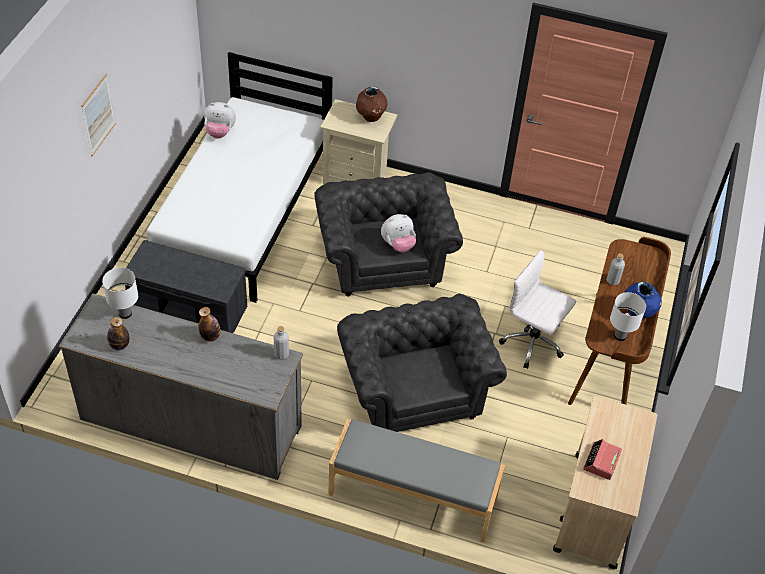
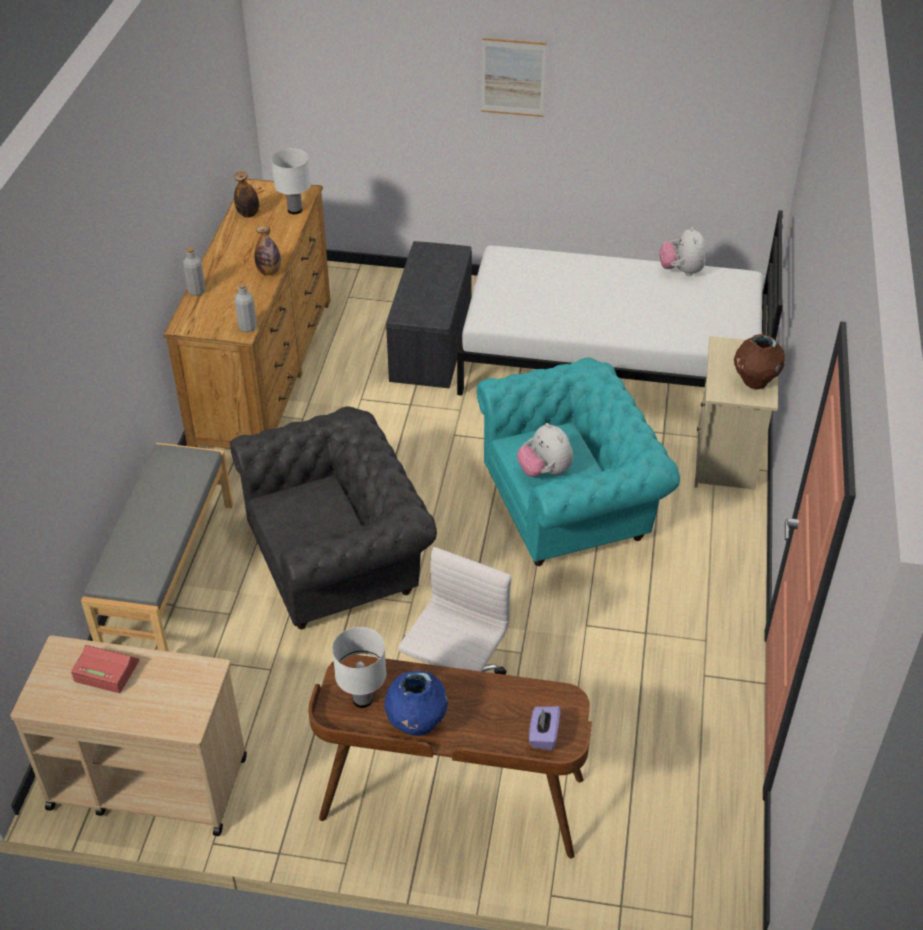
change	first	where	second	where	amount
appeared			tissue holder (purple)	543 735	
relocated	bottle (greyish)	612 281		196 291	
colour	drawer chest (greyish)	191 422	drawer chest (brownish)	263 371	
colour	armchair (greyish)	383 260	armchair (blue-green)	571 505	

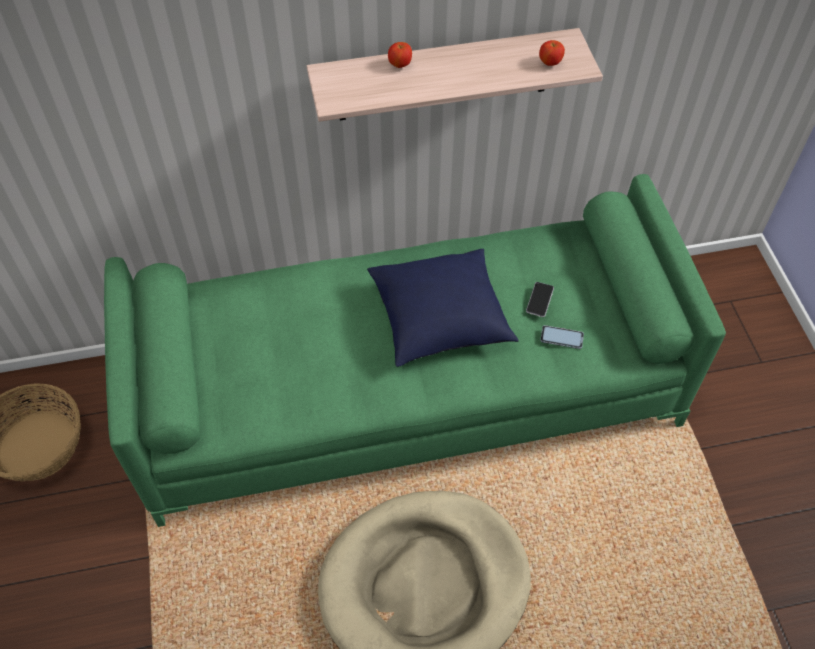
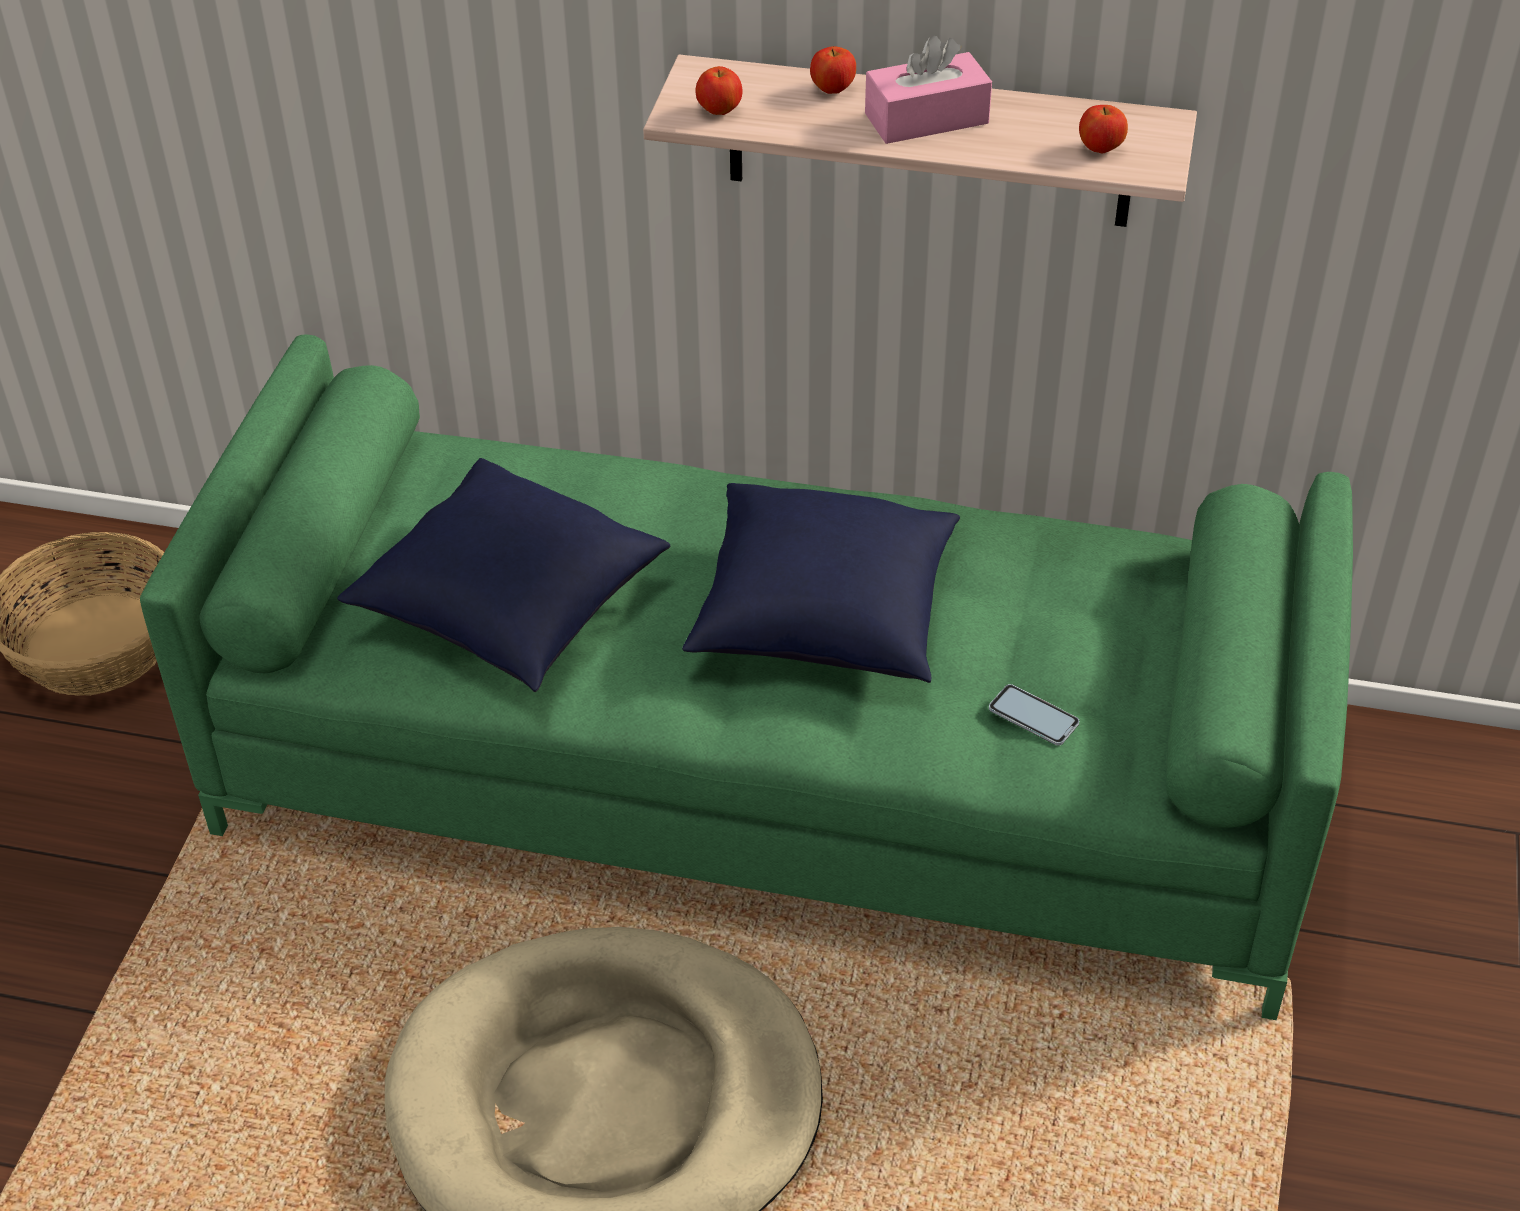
change	first	where	second	where	amount
missing	phone	540 300			
appeared			pillow (bluish)	509 607	
appeared			apple	719 111	
appeared			tissue holder (pink-coloured)	926 118	

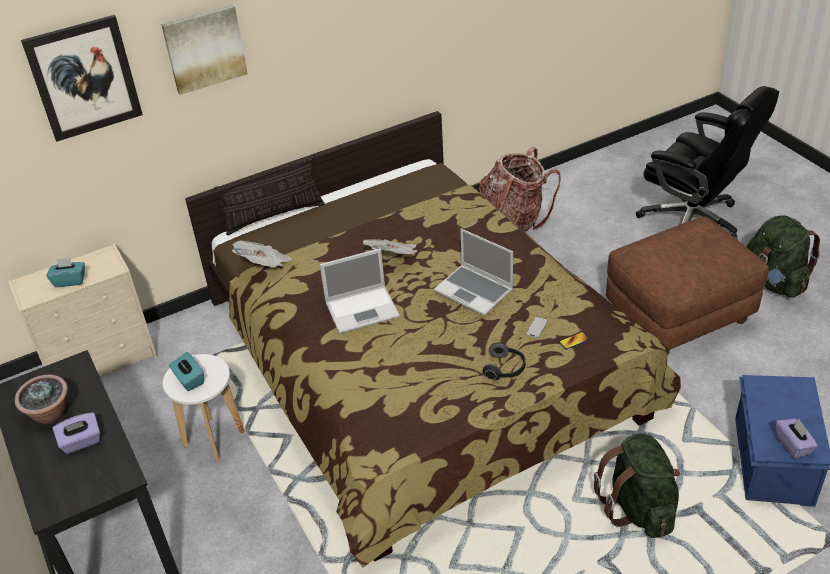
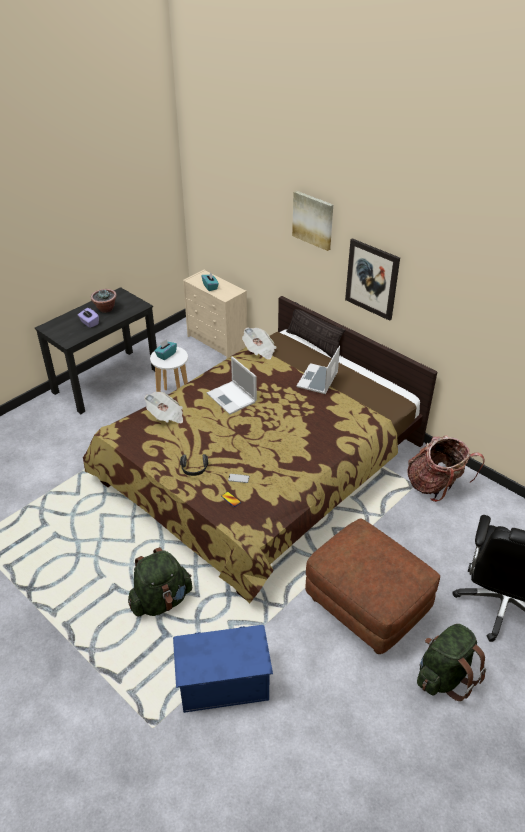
change	first	where	second	where	amount
missing	tissue holder (purple)	793 445			
relocated	wall picture	84 78		372 279	
relocated	daily paper	393 257		166 416	
relocated	notebook computer	475 291		318 380	

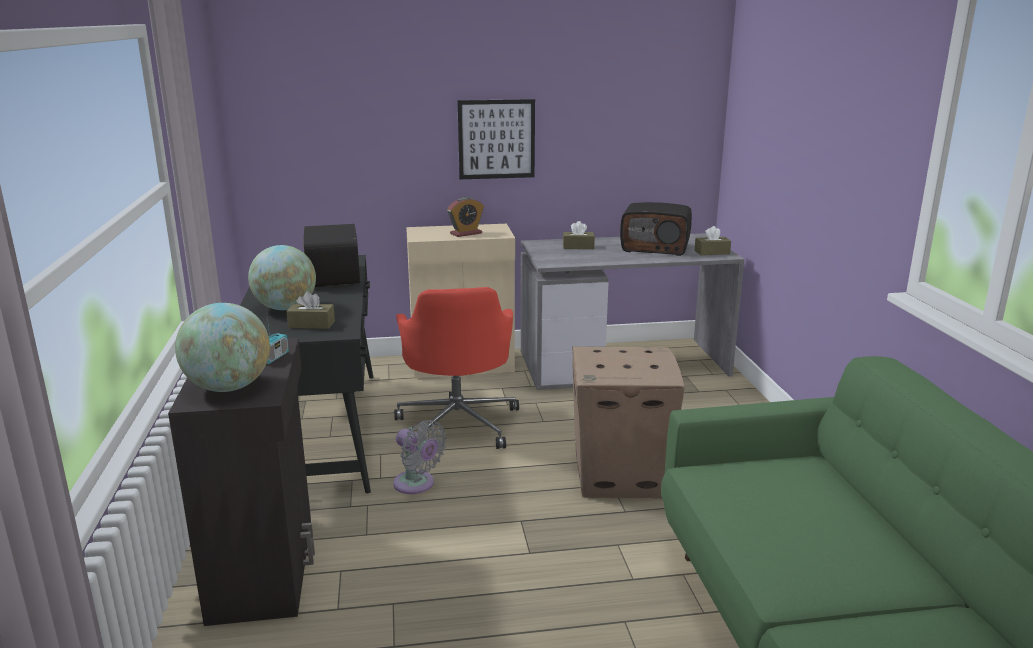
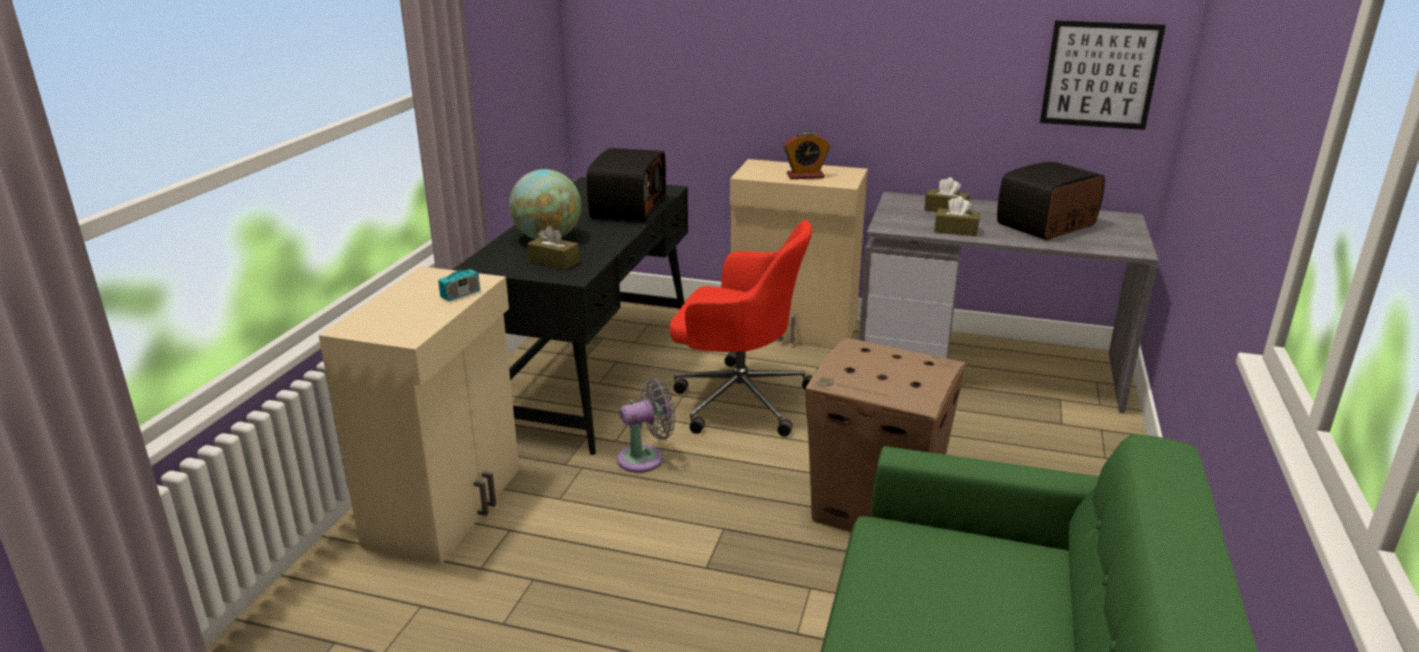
change	first	where	second	where	amount
missing	desk globe	229 387			
relocated	wall picture	496 139		1100 75	
relocated	tissue holder (brownish)	712 252		956 230	
colour	storage cabinet (blackish)	265 567	storage cabinet (beige-coloured)	447 505	
spun	cooling fan (greyish)	417 485		645 458	90 degrees counterclockwise
spun	office chair (red)	458 424		738 399	90 degrees counterclockwise
spun	radio receiver	655 247		1047 225	105 degrees clockwise

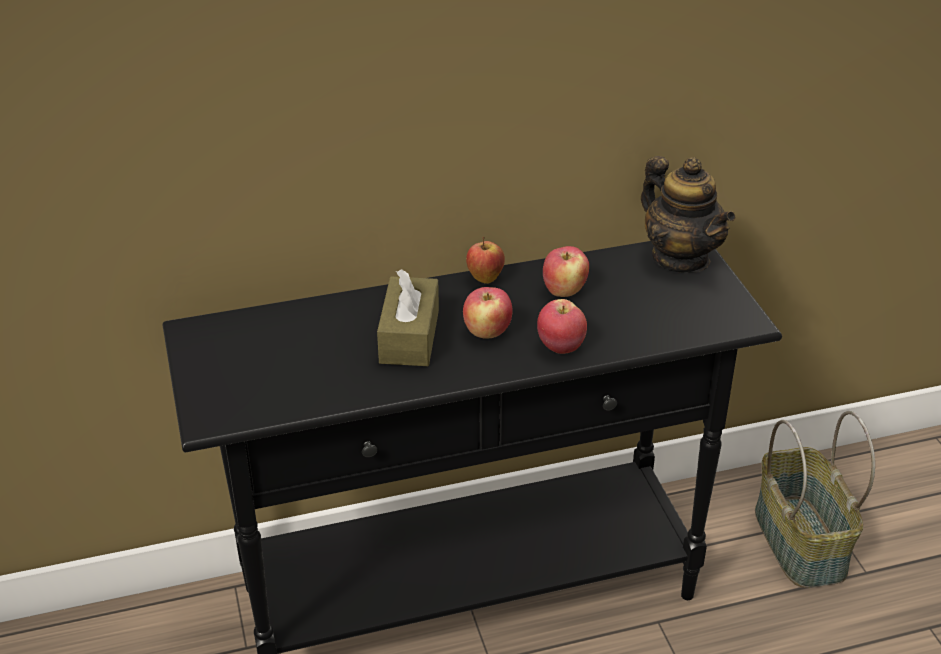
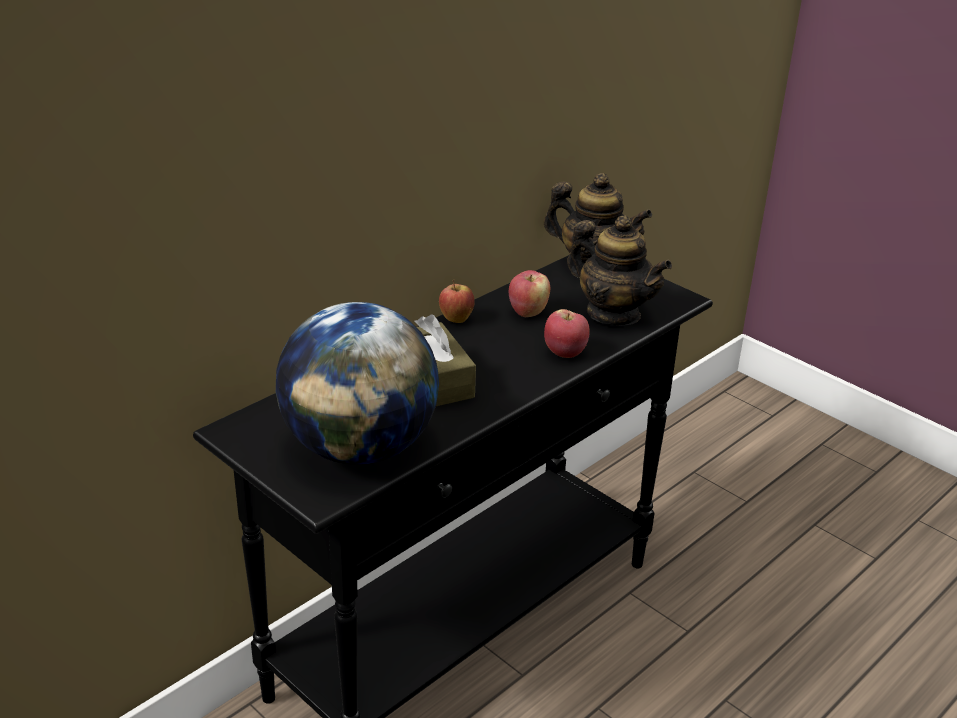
change	first	where	second	where	amount
missing	apple	487 332			
missing	storage basket	797 541			
appeared			desk globe	360 448	
appeared			pot for tea	613 314	

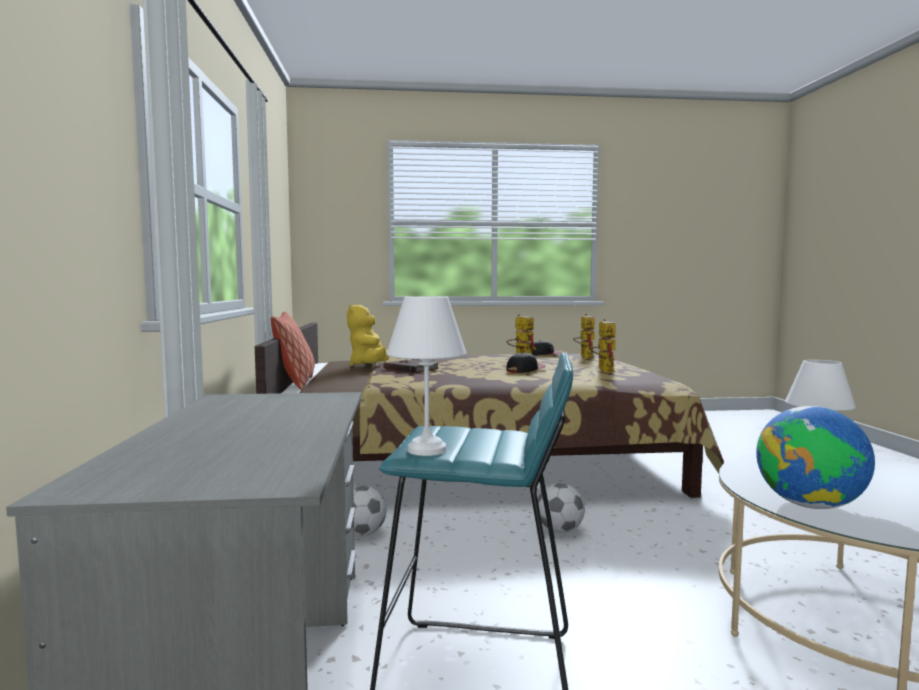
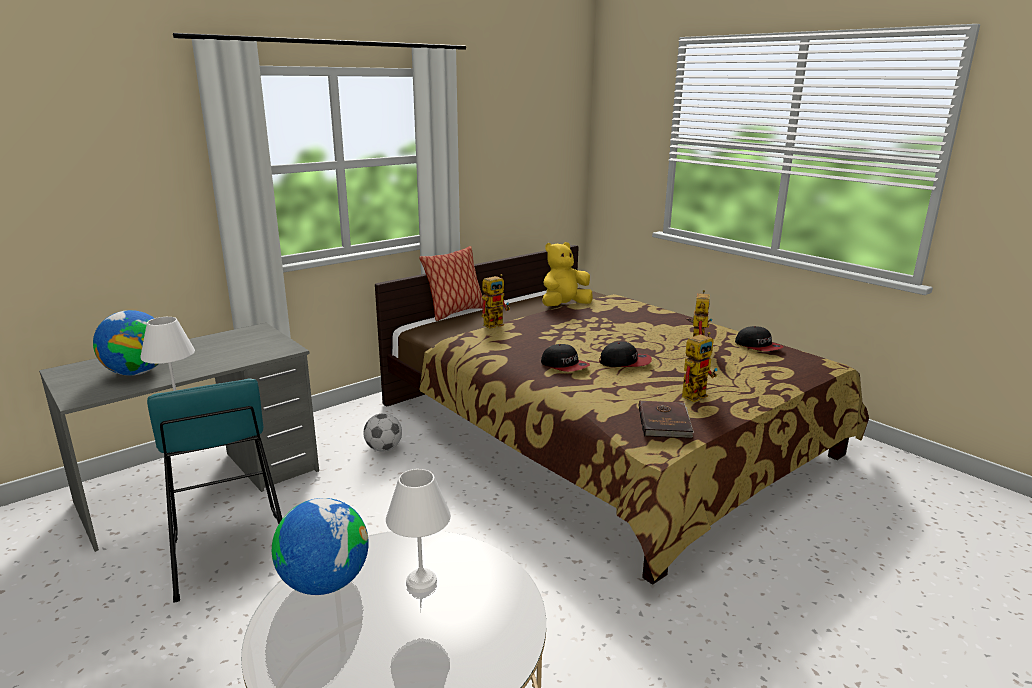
change	first	where	second	where	amount
missing	ball for football	560 530			
appeared			desk globe	137 372	
appeared			peaked cap	565 365	
relocated	book (brownish)	411 368		665 422	
relocated	toy robot	584 357		496 323	

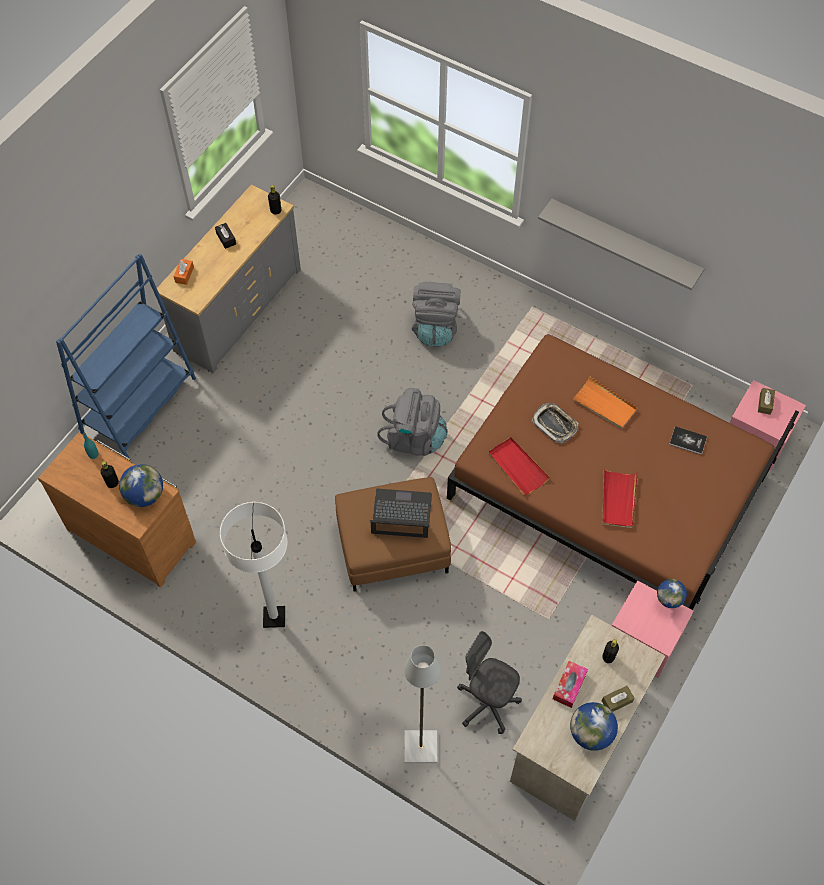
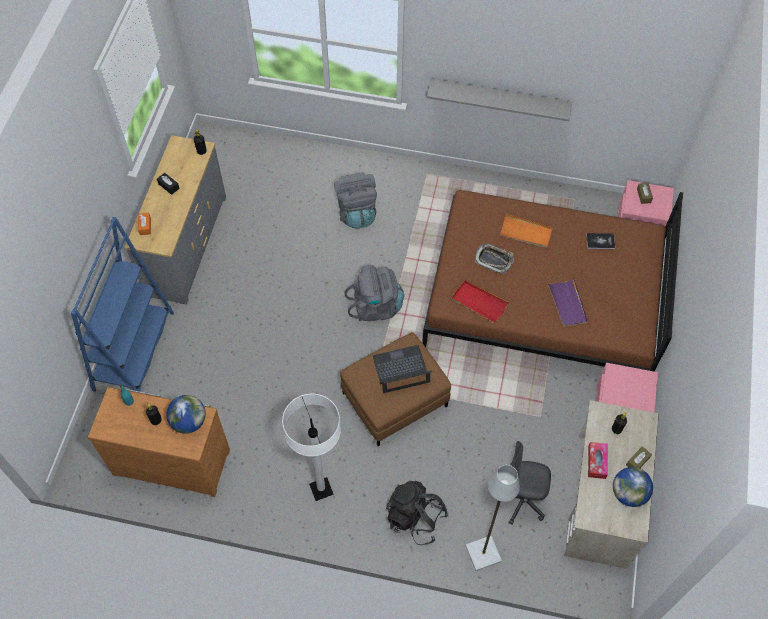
change	first	where	second	where	amount
missing	desk globe	667 604			
appeared			backpack (blackish)	415 518	
colour	tray (red)	618 500	tray (purple)	567 304	

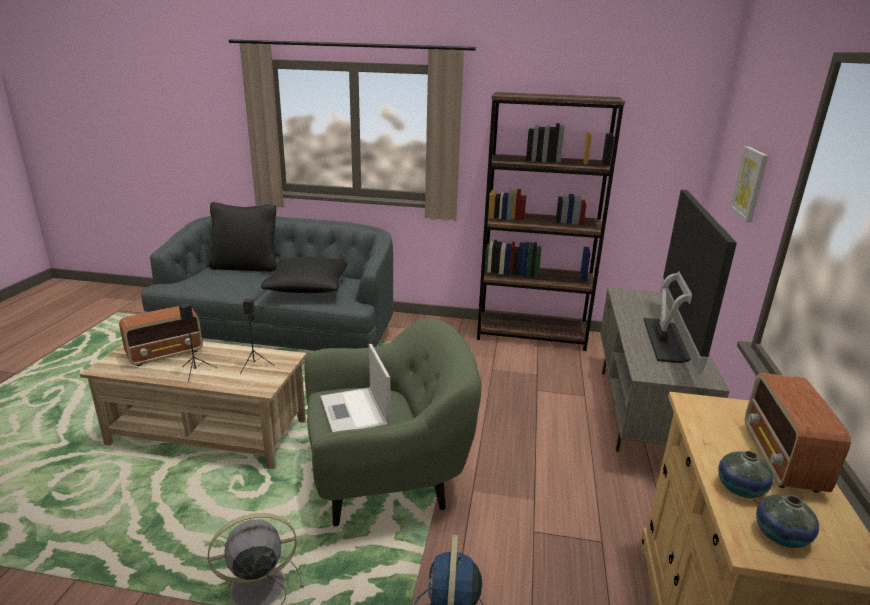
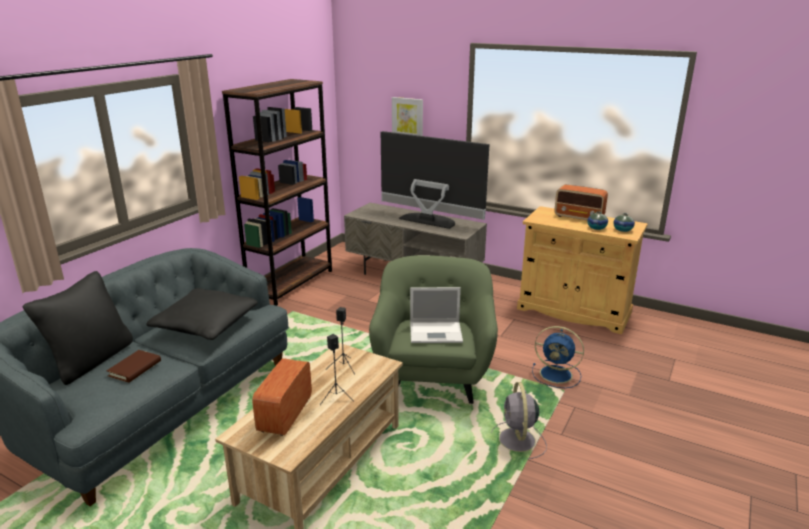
change	first	where	second	where	amount
appeared			book (brownish)	135 368	
spun	radio receiver	166 354		285 415	150 degrees counterclockwise

